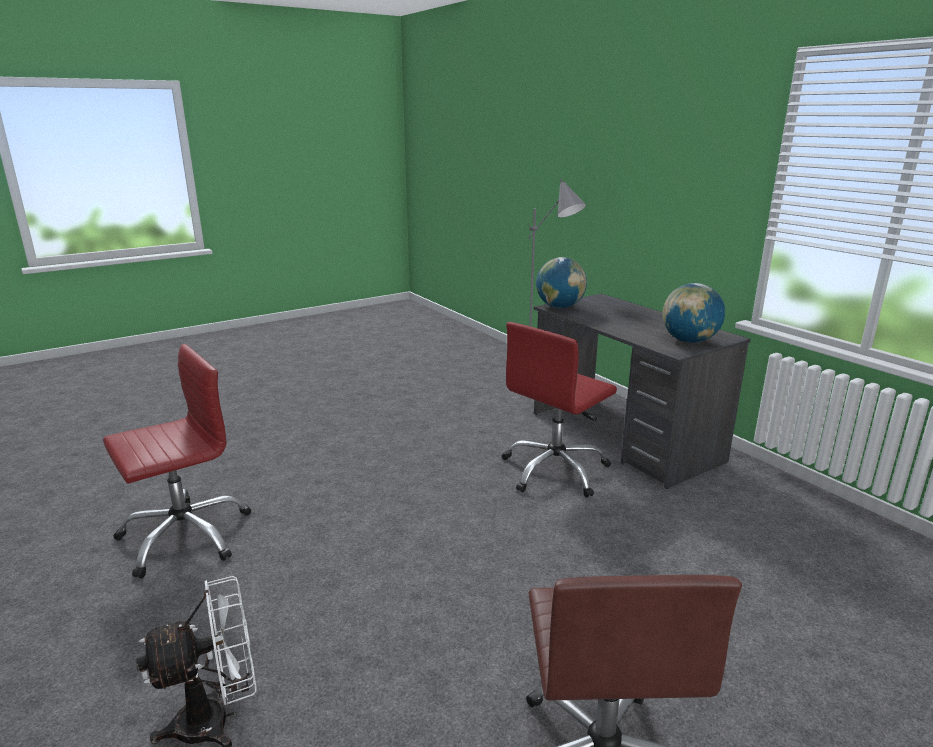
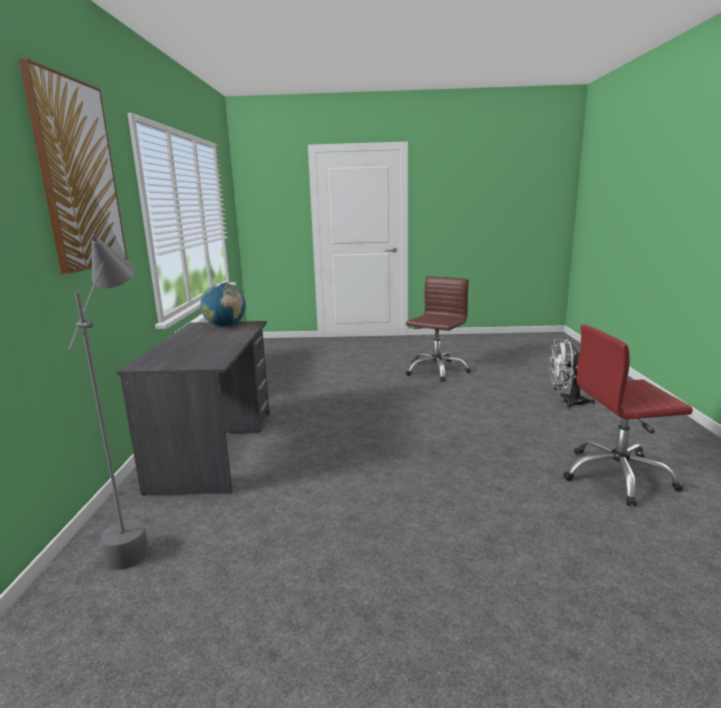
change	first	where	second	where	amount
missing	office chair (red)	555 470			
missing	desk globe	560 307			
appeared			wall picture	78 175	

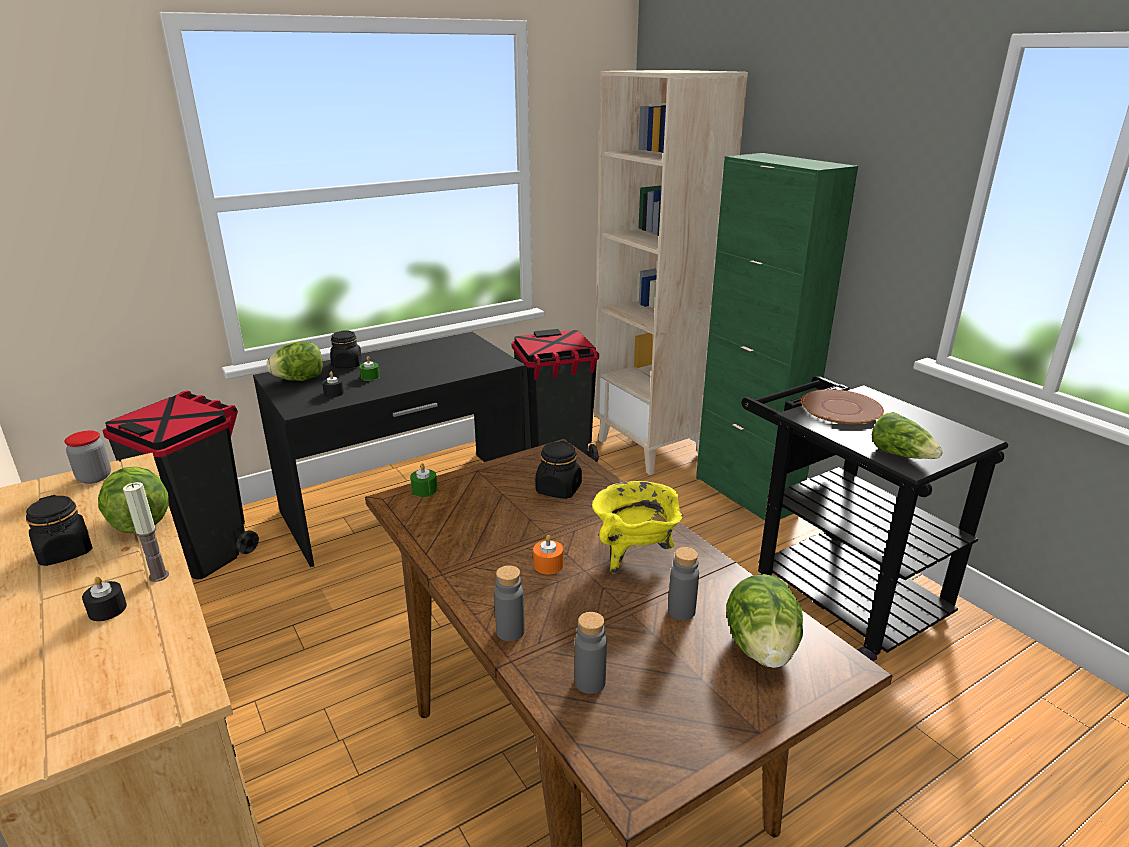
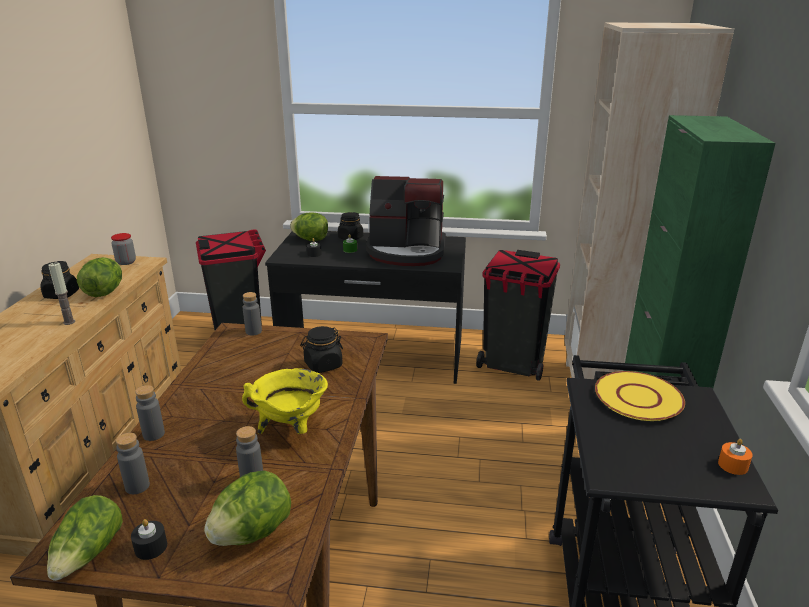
change	first	where	second	where	amount
appeared			coffee maker	407 251	
relocated	candle (blackish)	107 609		151 547	
relocated	candle (orangey)	548 565		733 465	
relocated	head of lettuce	901 455		89 554	
exchanged	candle (green-coloured)	424 490	bottle (greyish)	253 331	
colour	plate (brownish)	841 409	plate (yellowish)	638 398	

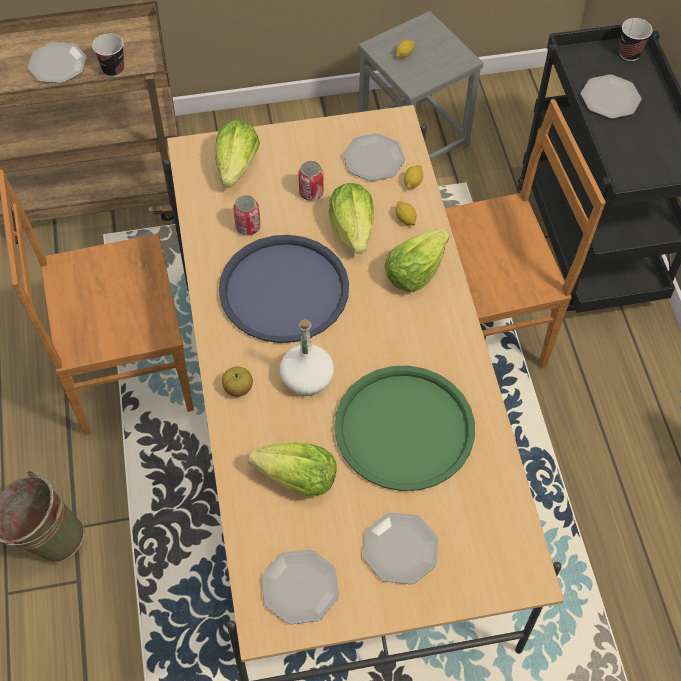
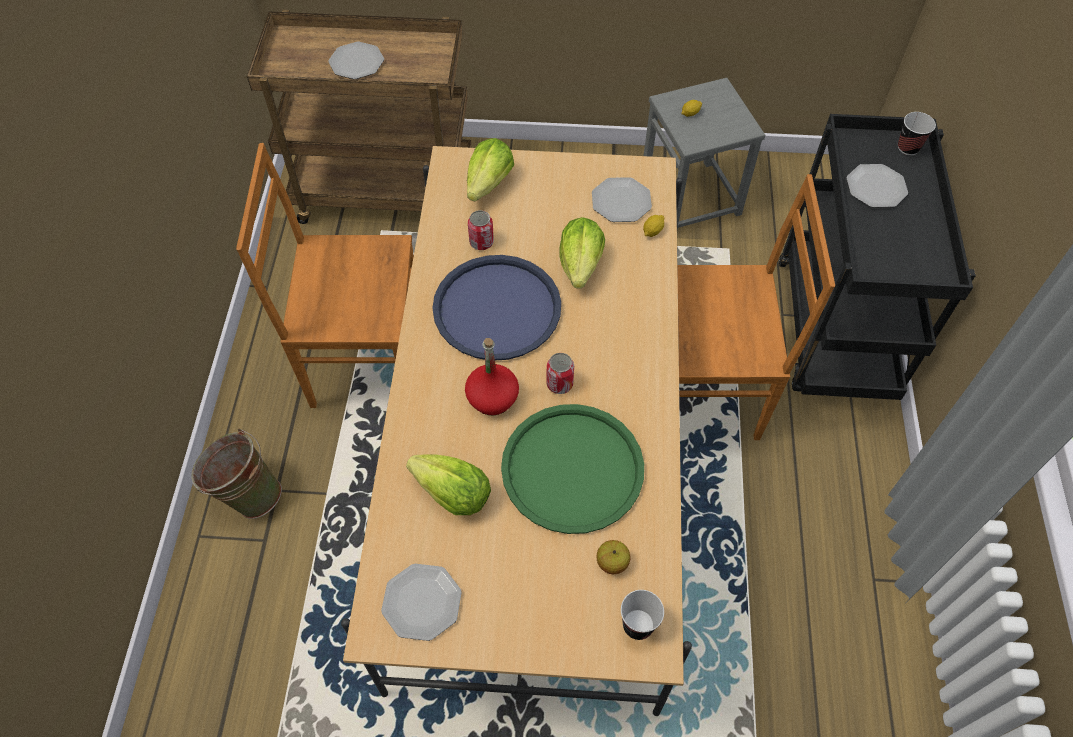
change	first	where	second	where	amount
missing	plate	399 548			
missing	head of lettuce	414 272			
missing	whole lemon	405 219			
relocated	drinking cup	113 69		638 625	
relocated	apple	238 388		612 563	
relocated	can	311 193		559 384	
colour	bottle (whitish)	307 378	bottle (red)	492 398	

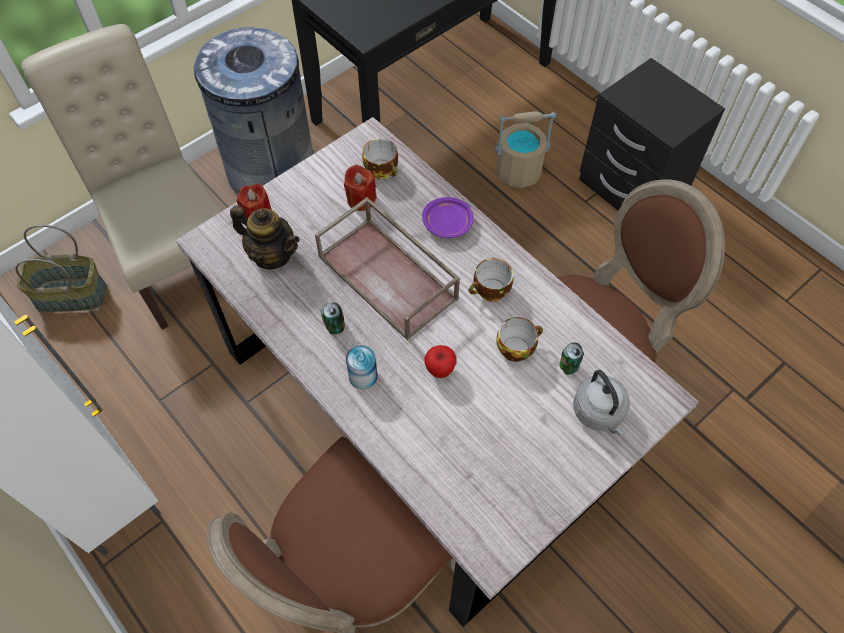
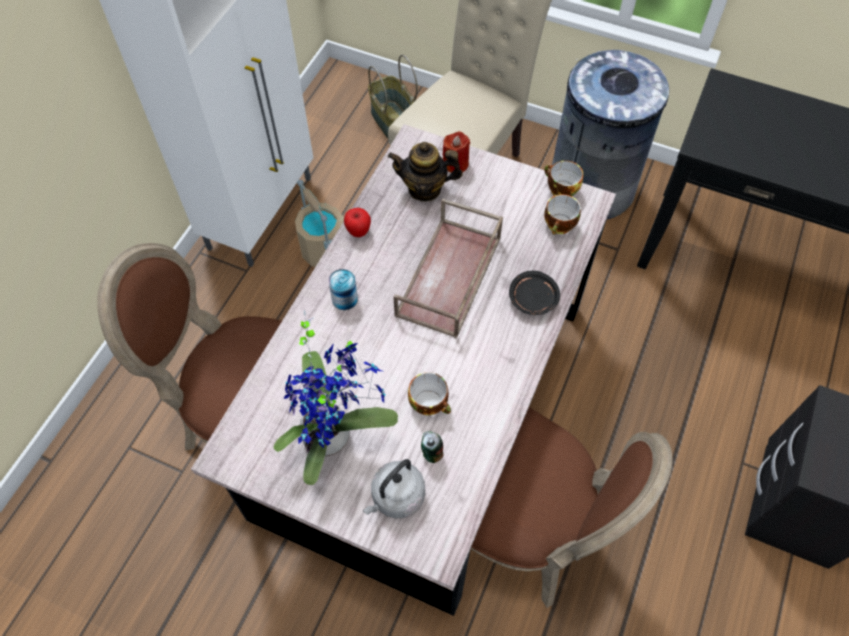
change	first	where	second	where	amount
missing	can	334 328			
missing	candle (red)	361 199			
appeared			potted plant	333 435	
relocated	apple	440 370		358 231	
relocated	drinking cup	490 292		560 190	
relocated	water bucket (beige-coloured)	518 172		323 249	
colour	plate (purple)	448 223	plate (blackish)	533 298	
spun	pot for tea	272 255		425 189	90 degrees clockwise

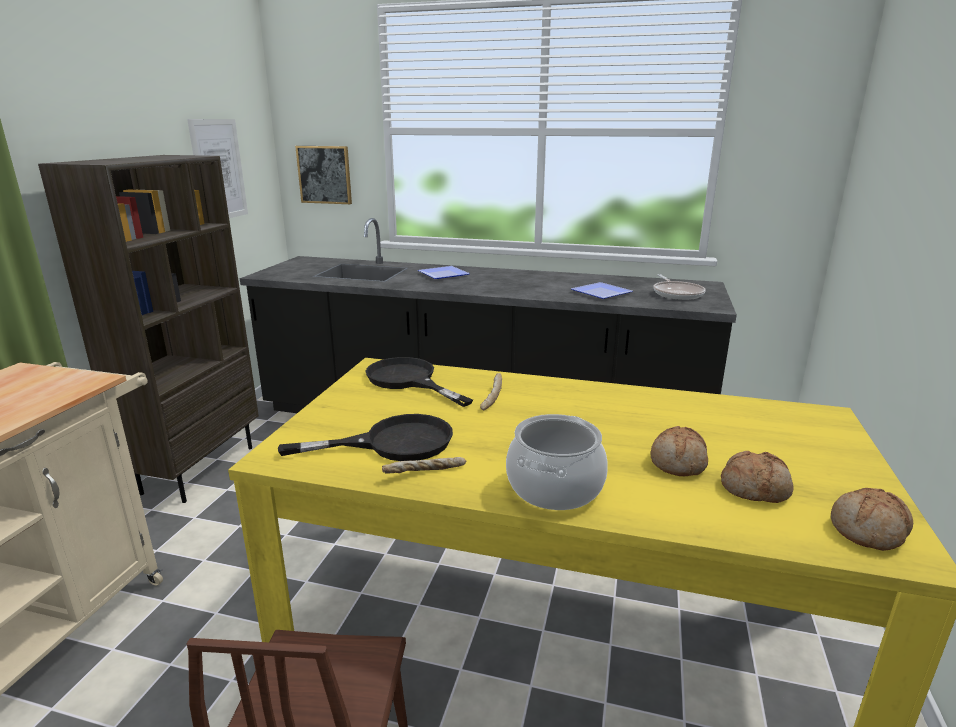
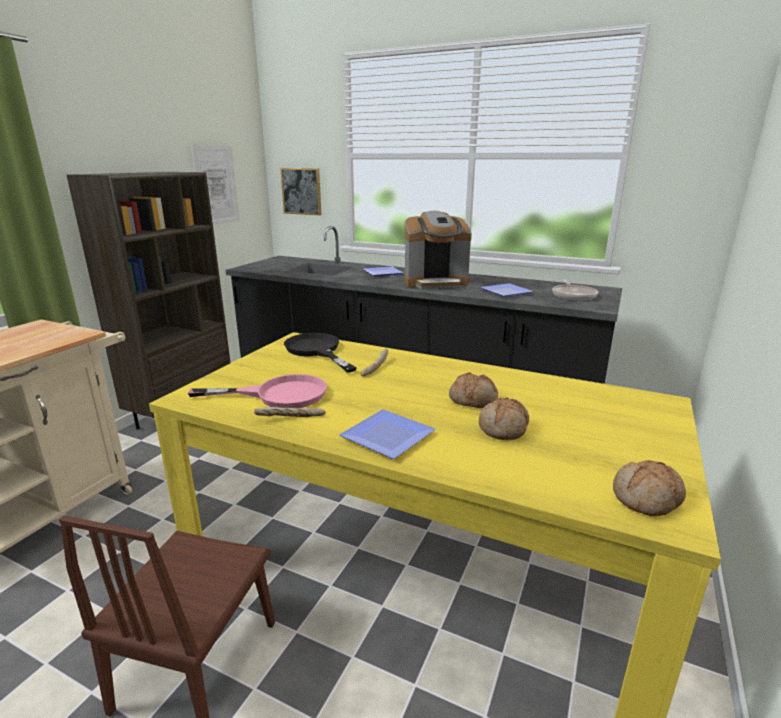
change	first	where	second	where	amount
appeared			coffee maker	435 283	
relocated	bakery bread	755 488		473 399	
exchanged	stockpot	555 487	plate	388 438	
colour	skillet (blackish)	392 443	skillet (pink-coloured)	278 395	

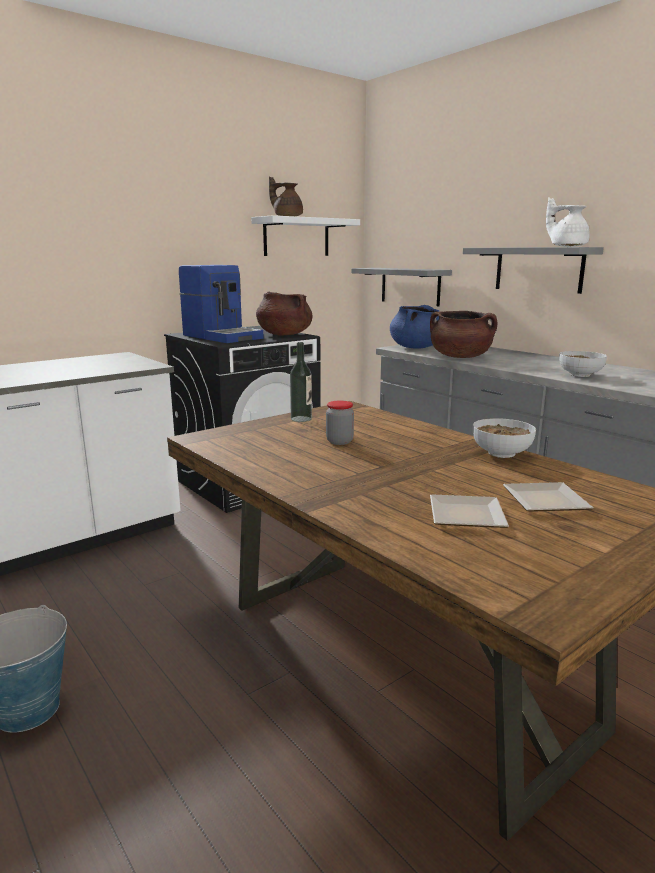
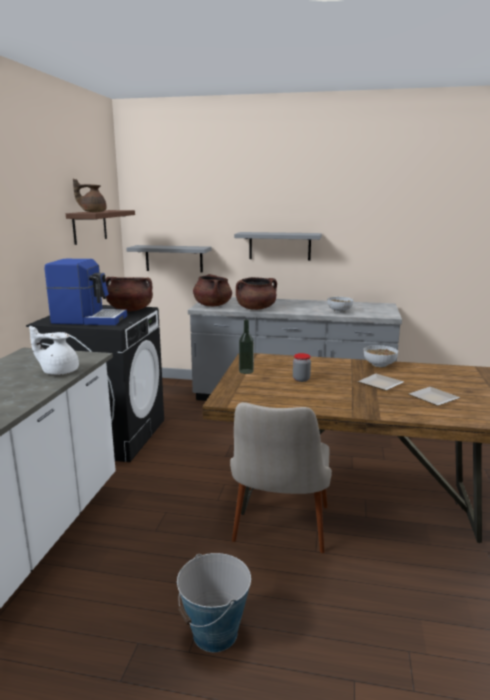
change	first	where	second	where	amount
appeared			plain chair (beige-coloured)	279 535	
relocated	plate	548 502		382 384	
relocated	pot for tea (whitish)	567 246		59 371	
colour	shelf (whitish)	296 237	shelf (brownish)	90 226	
colour	stockpot (bluish)	416 347	stockpot (brownish)	212 305	

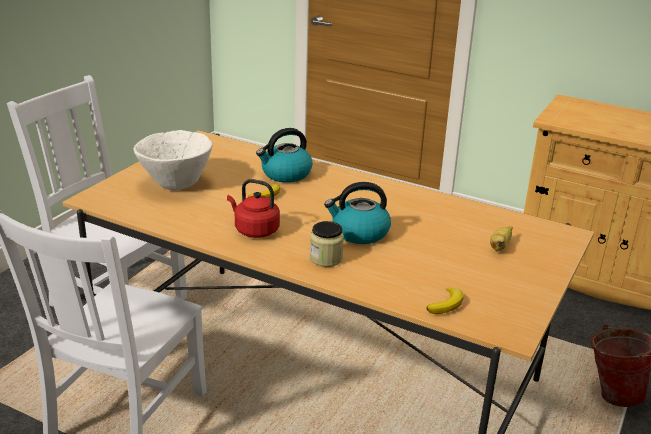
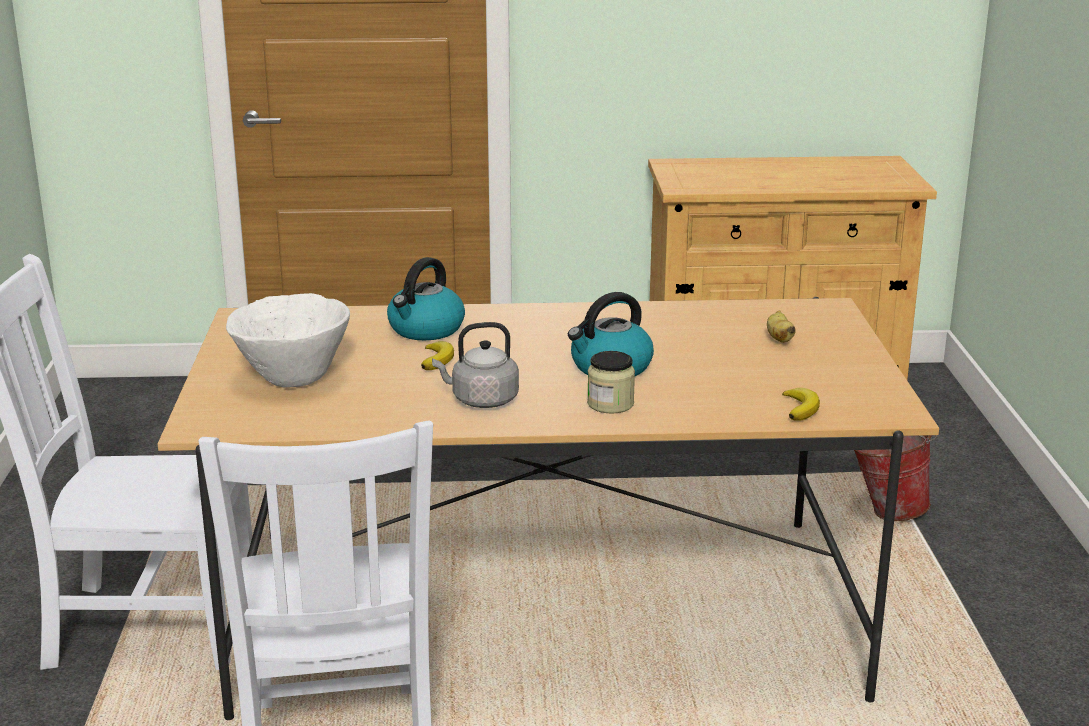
change	first	where	second	where	amount
colour	kettle (red)	254 230	kettle (greyish)	481 400	

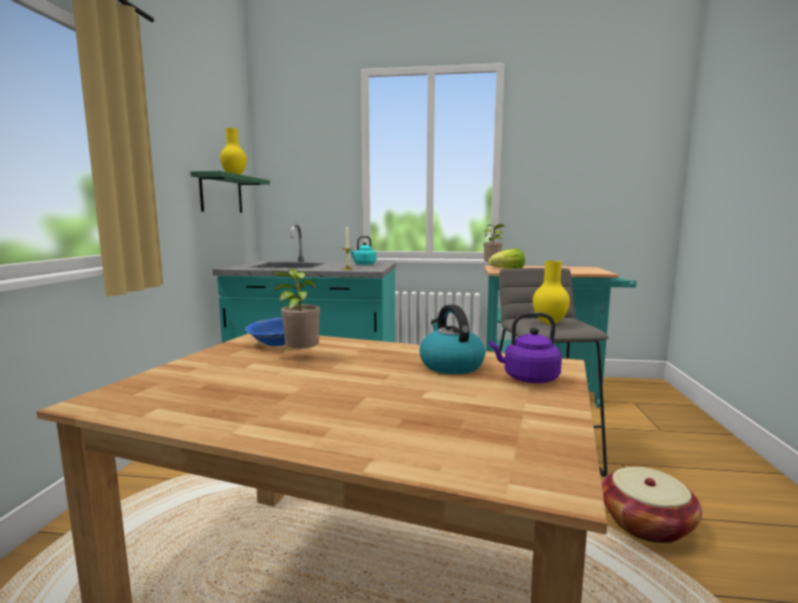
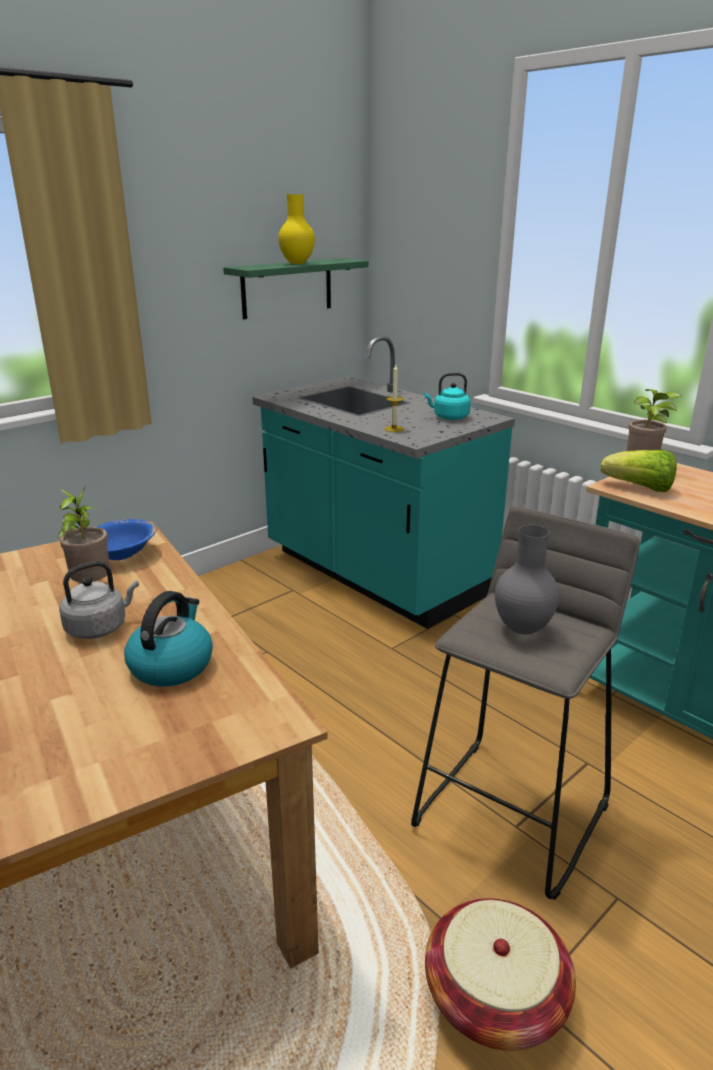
change	first	where	second	where	amount
missing	kettle (purple)	527 378			
appeared			kettle (greyish)	100 627	
colour	flower vase (yellowish)	550 323	flower vase (greyish)	524 629	

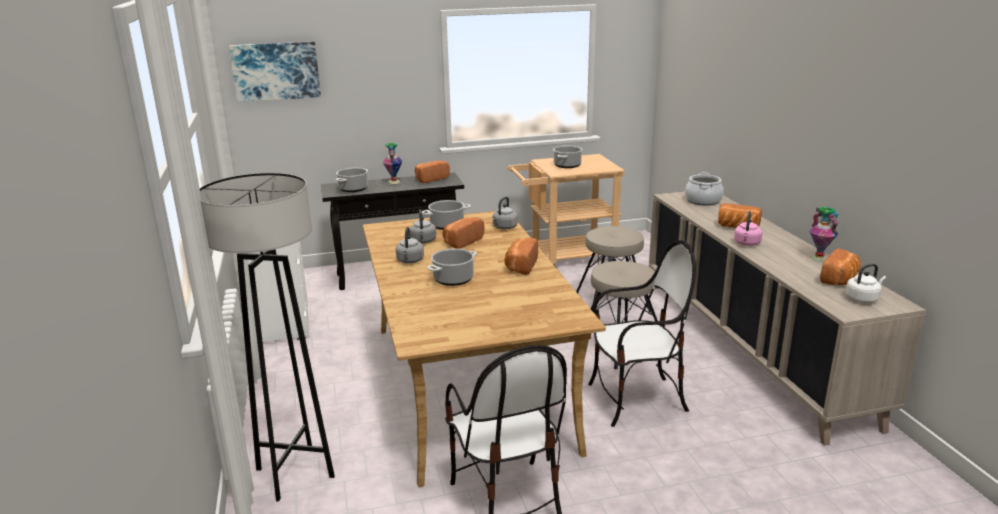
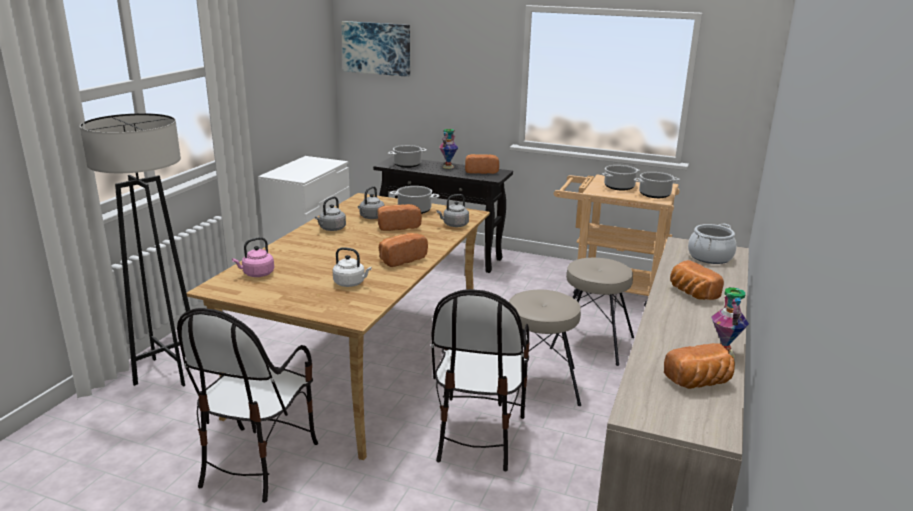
change	first	where	second	where	amount
relocated	stockpot	453 279		654 195	
relocated	kettle (pink-coloured)	746 244		257 274	
relocated	kettle (whitish)	863 299		351 283	
spun	plain chair	636 400		477 436	75 degrees clockwise

